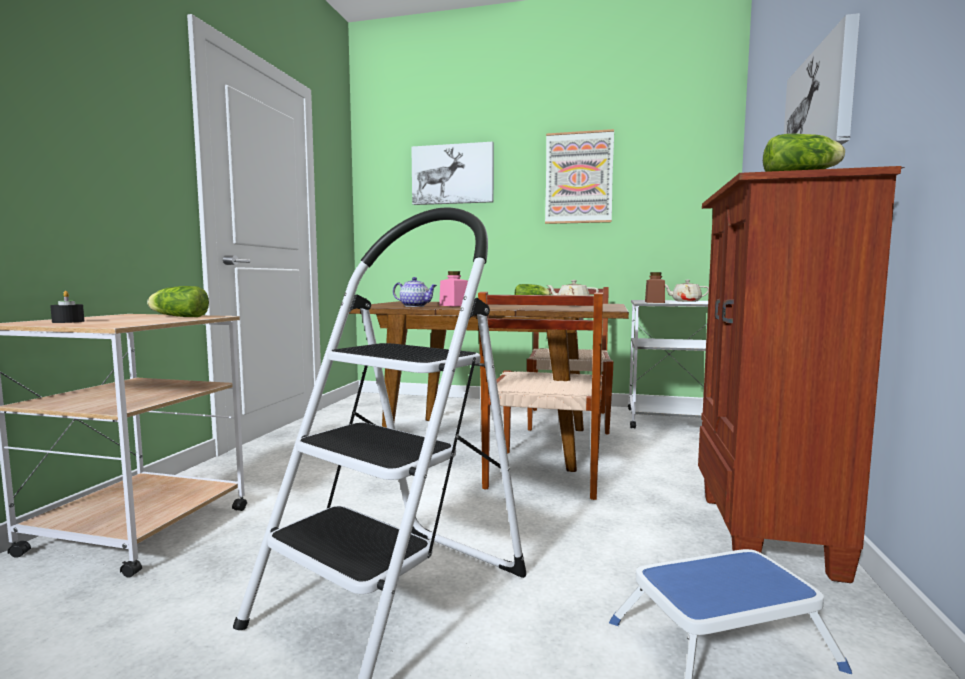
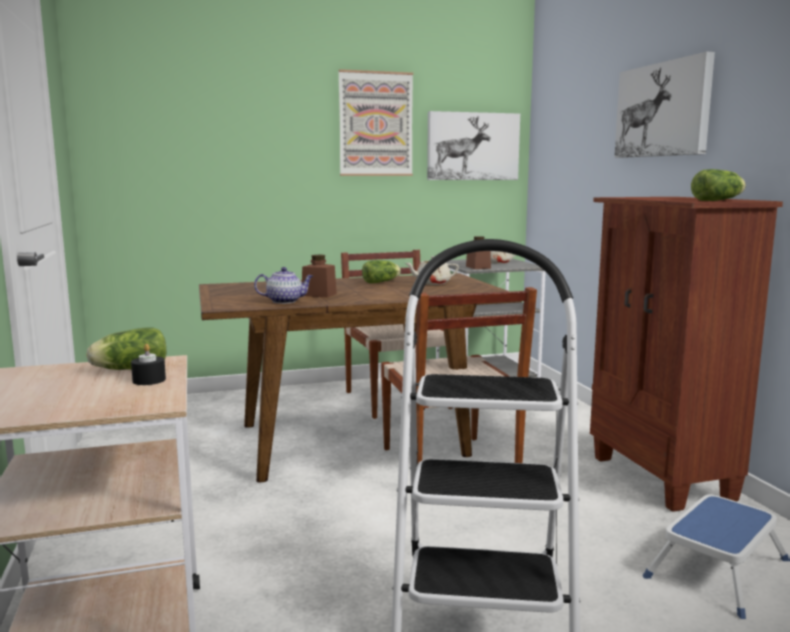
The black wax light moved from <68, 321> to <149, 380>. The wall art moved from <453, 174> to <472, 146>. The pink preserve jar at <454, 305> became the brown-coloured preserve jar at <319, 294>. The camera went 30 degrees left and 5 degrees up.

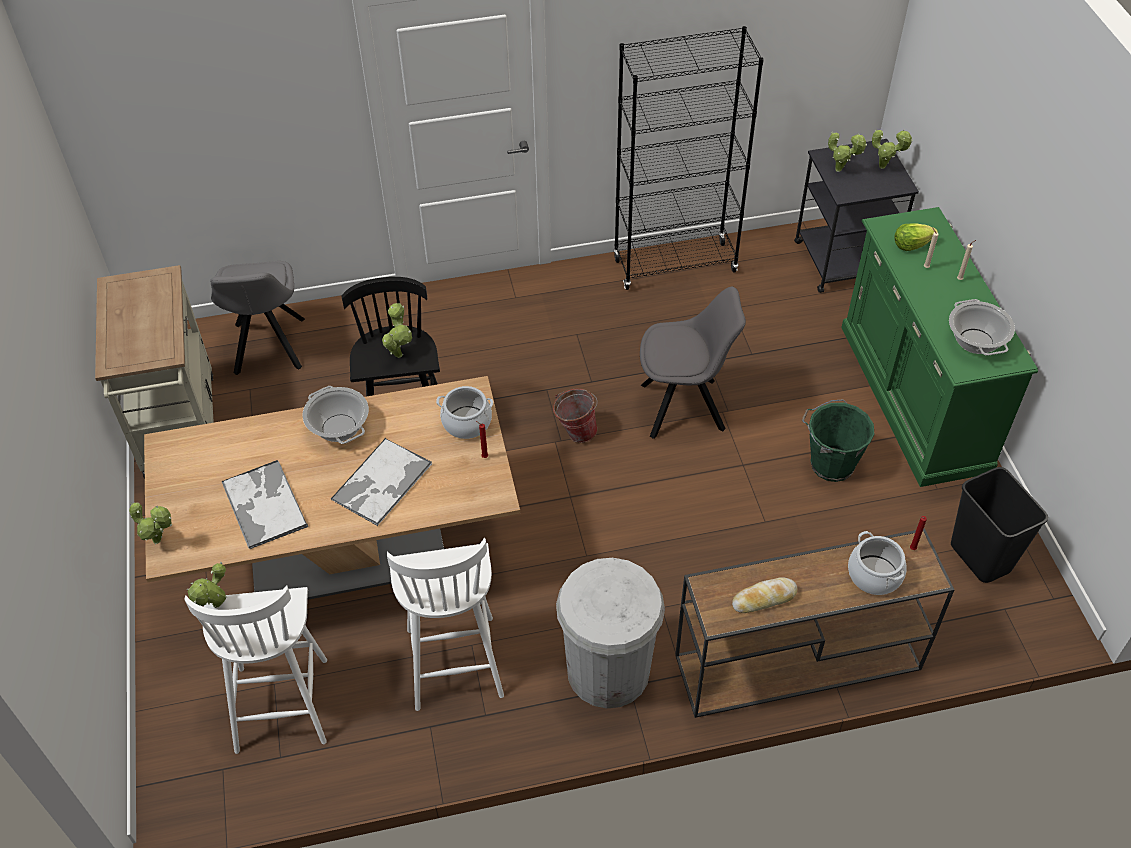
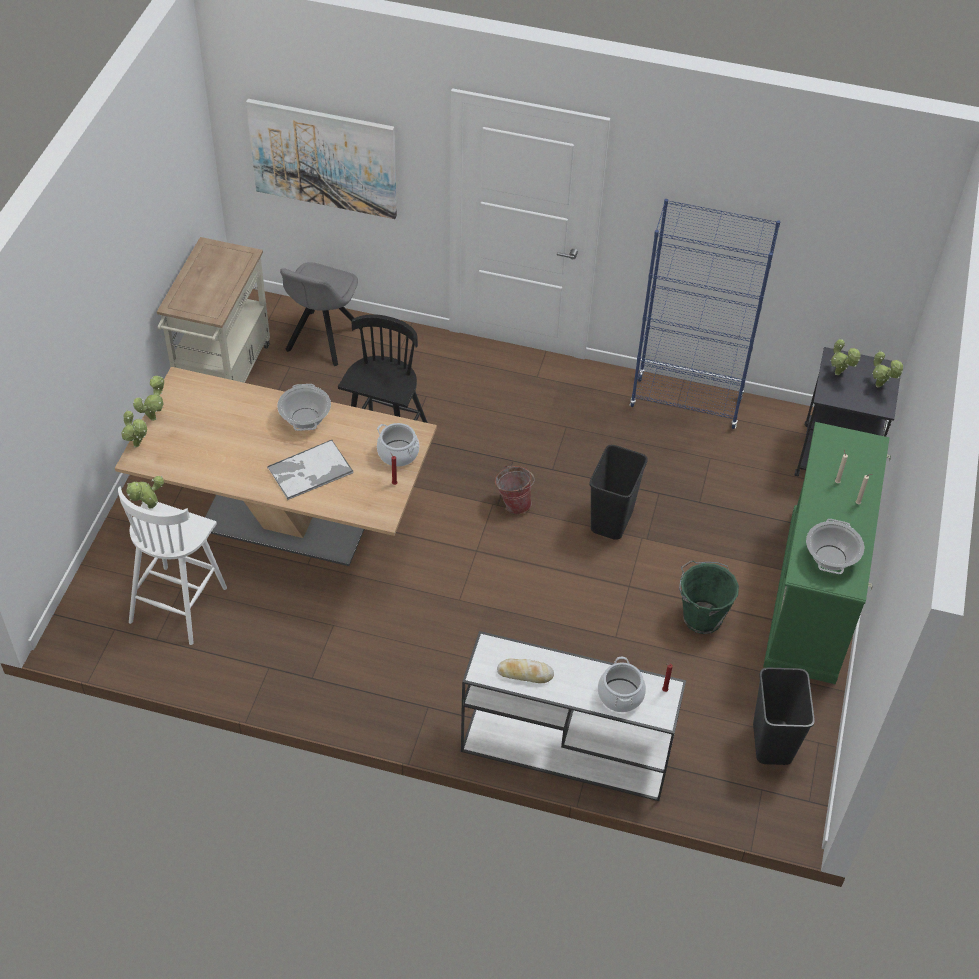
The serving tray at <264, 504> disappeared. The houseplant moved from <399, 353> to <154, 416>. The whitish sitting stool at <454, 658> disappeared. The whitish rubbish bin at <608, 670> disappeared. The black bookshelf at <675, 266> became the bluish bookshelf at <686, 403>. The greyish plain chair at <683, 408> was replaced by the black rubbish bin at <612, 521>. The brown-coloured hall table at <795, 663> became the whitish hall table at <563, 750>. The head of lettuce at <911, 245> disappeared. The wall art at <323, 158> appeared. The camera went 25 degrees right and 0 degrees up.

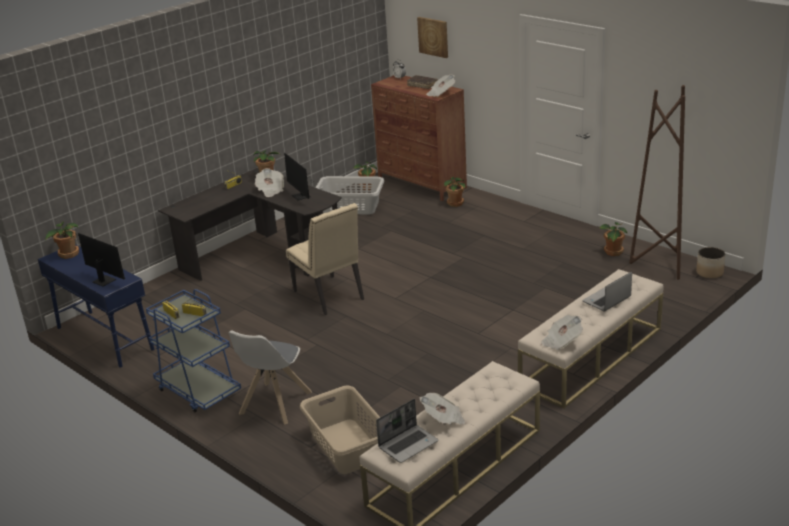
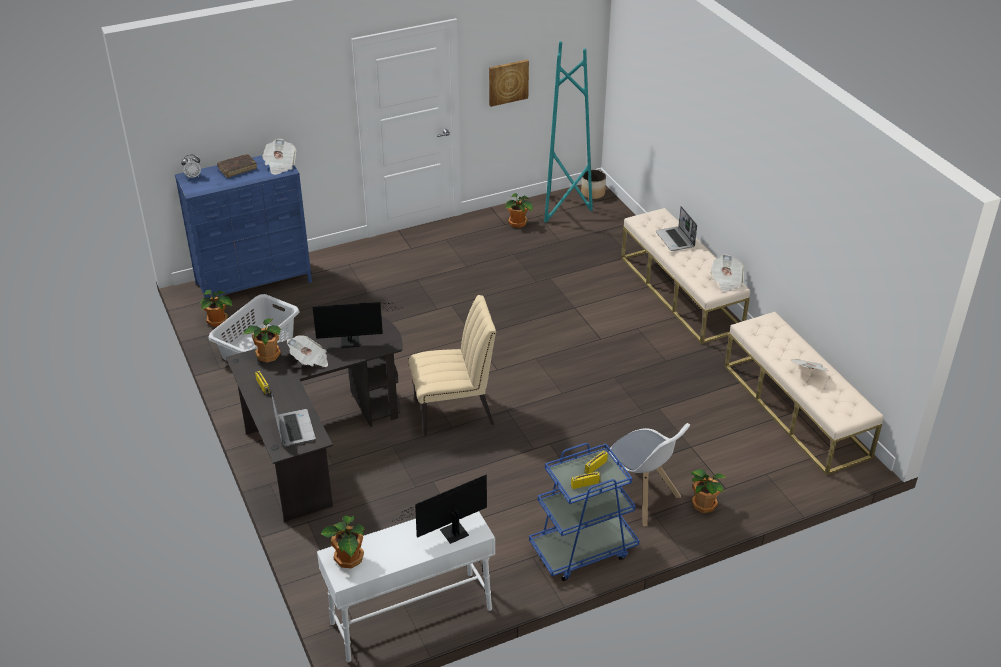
The bluish hall table at <105, 338> became the whitish hall table at <411, 615>. The sand-coloured hamper at <347, 446> disappeared. The brown-coloured drawer chest at <422, 184> became the bluish drawer chest at <254, 282>. The notebook computer moved from <408, 444> to <294, 428>. The wall art moved from <433, 37> to <508, 82>. The houseplant moved from <456, 203> to <704, 504>. The brown-coloured clothes rack at <662, 265> became the turquoise-coloured clothes rack at <562, 209>. The camera went 70 degrees left and 10 degrees up.

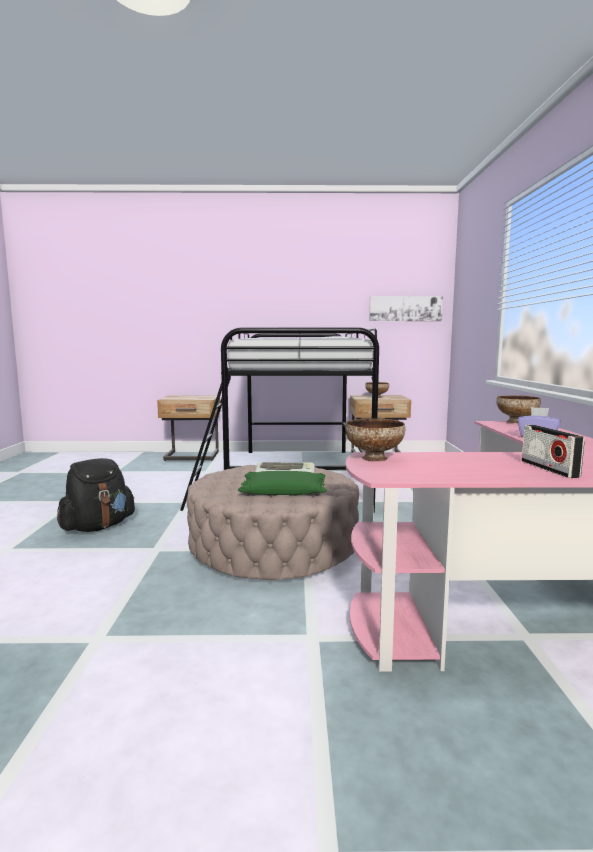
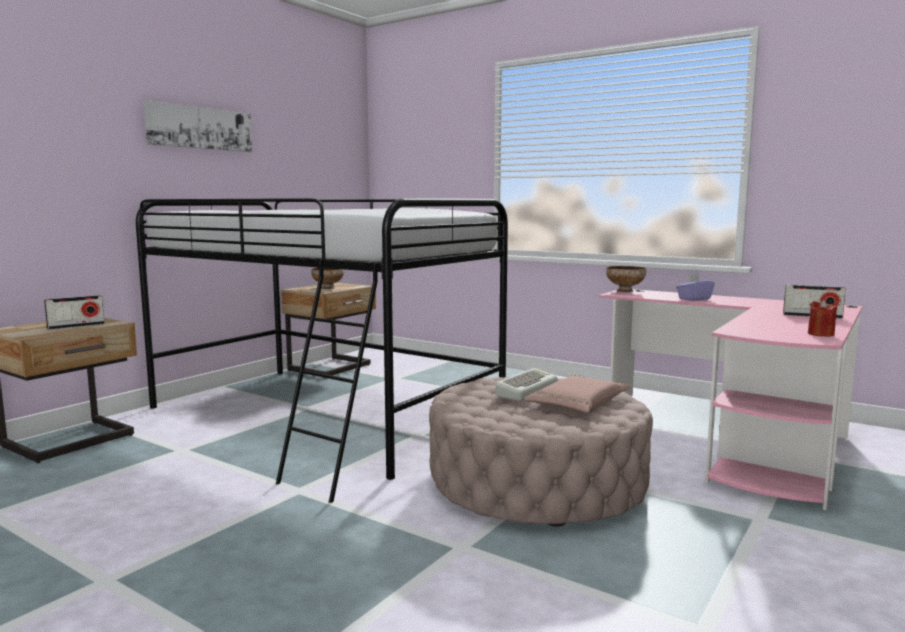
The black rucksack at <98, 527> disappeared. The greenish pillow at <283, 489> became the sand-coloured pillow at <578, 401>. The serving bowl at <374, 458> disappeared. The wall art moved from <405, 308> to <200, 128>. The radio at <76, 326> appeared. The red-coloured wax light at <820, 334> appeared. The camera went 55 degrees left and 0 degrees up.

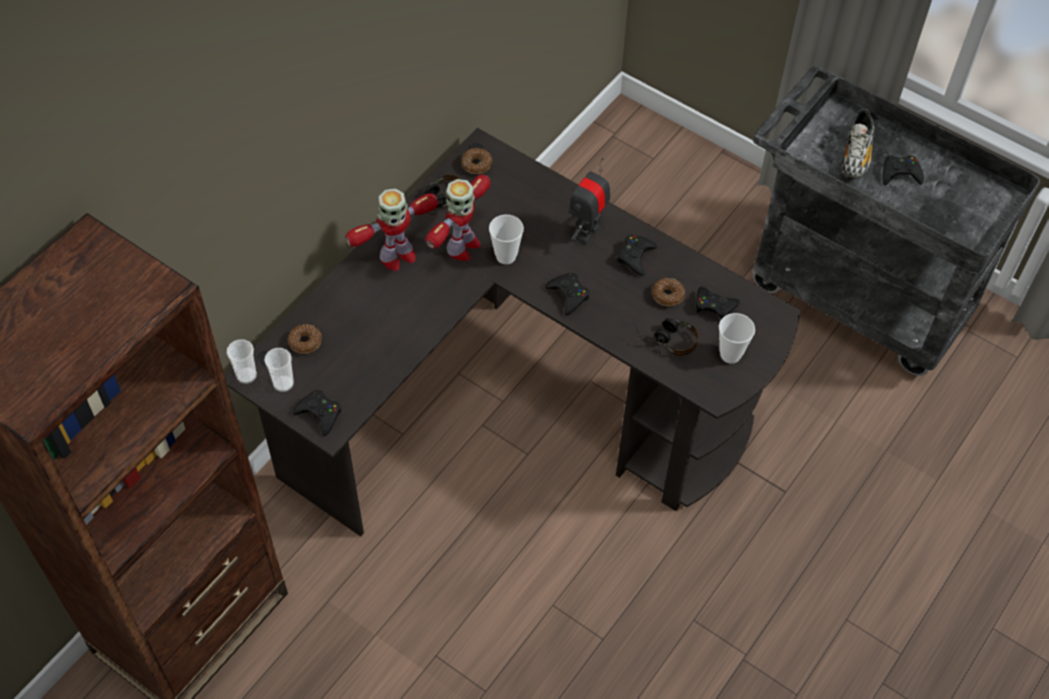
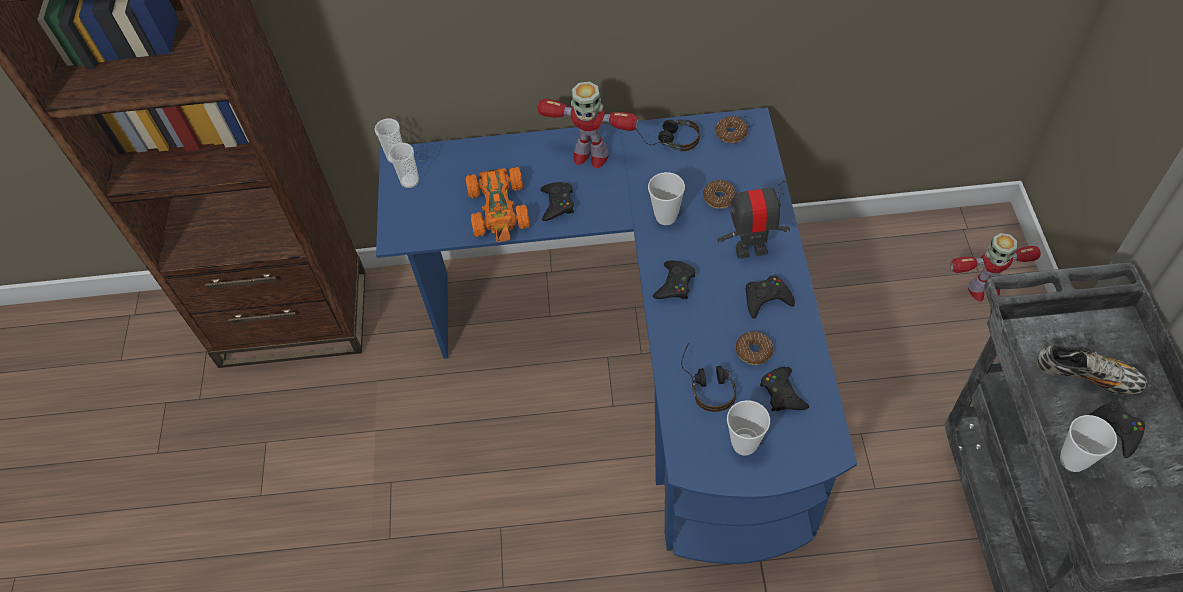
The black desk table at <512, 402> became the bluish desk table at <646, 360>. The donut moved from <305, 342> to <719, 198>. The black joypad moved from <319, 414> to <557, 204>. The robot figure moved from <462, 247> to <983, 289>. The shoe at <856, 154> turned 135 degrees counterclockwise. The orange-coloured toy car at <499, 210> appeared. The small cup at <1073, 460> appeared. The camera went 55 degrees right and 0 degrees up.

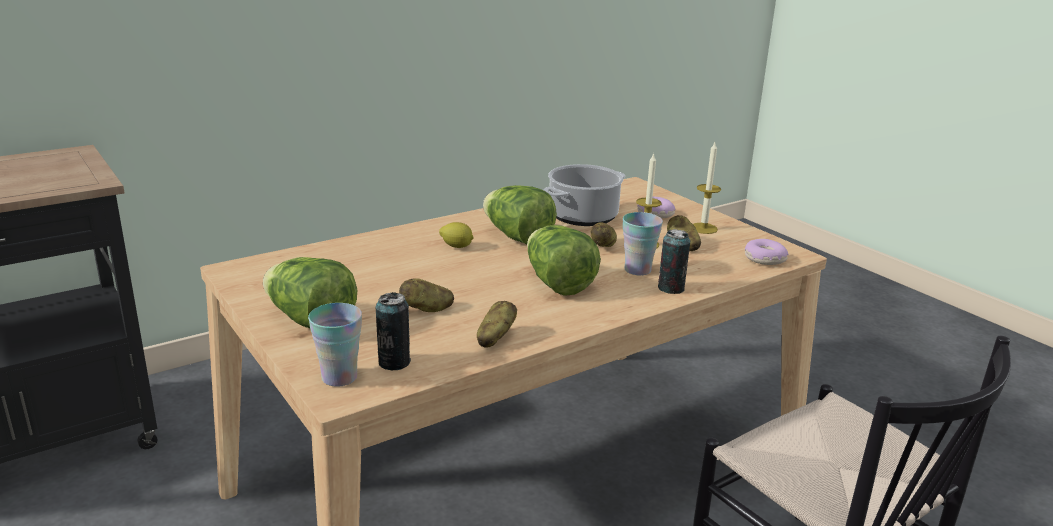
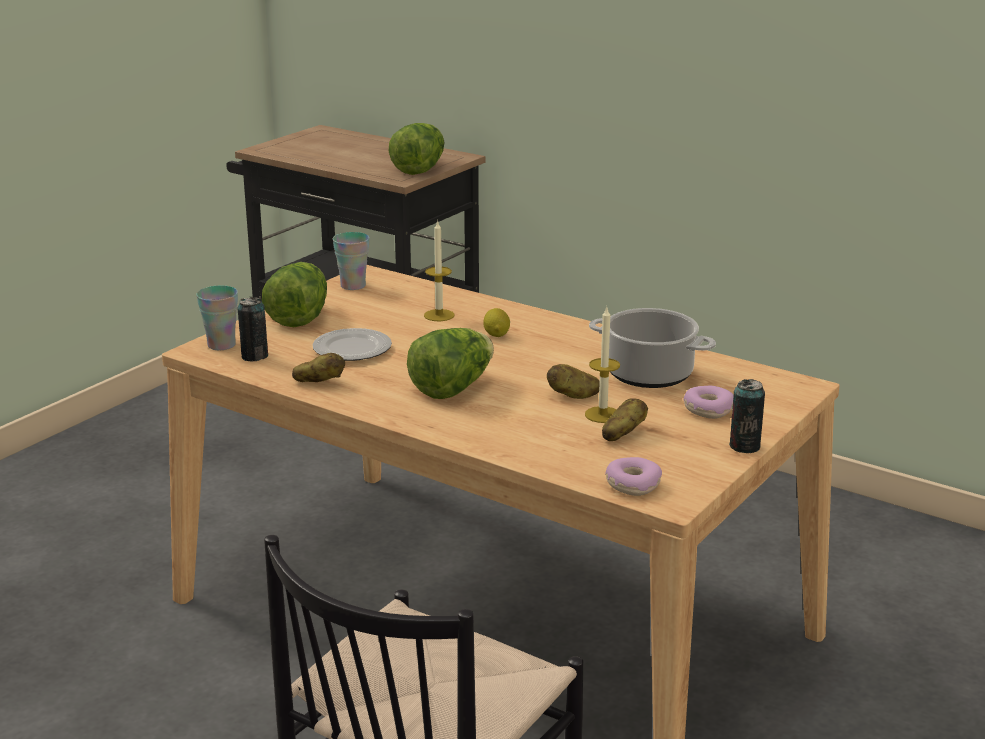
The potato at <426, 309> was replaced by the plate at <352, 349>. The head of lettuce moved from <517, 237> to <420, 169>. The small cup moved from <637, 270> to <353, 286>. The can moved from <671, 288> to <744, 446>. The wax light moved from <703, 228> to <439, 315>. The camera went 70 degrees right and 0 degrees up.

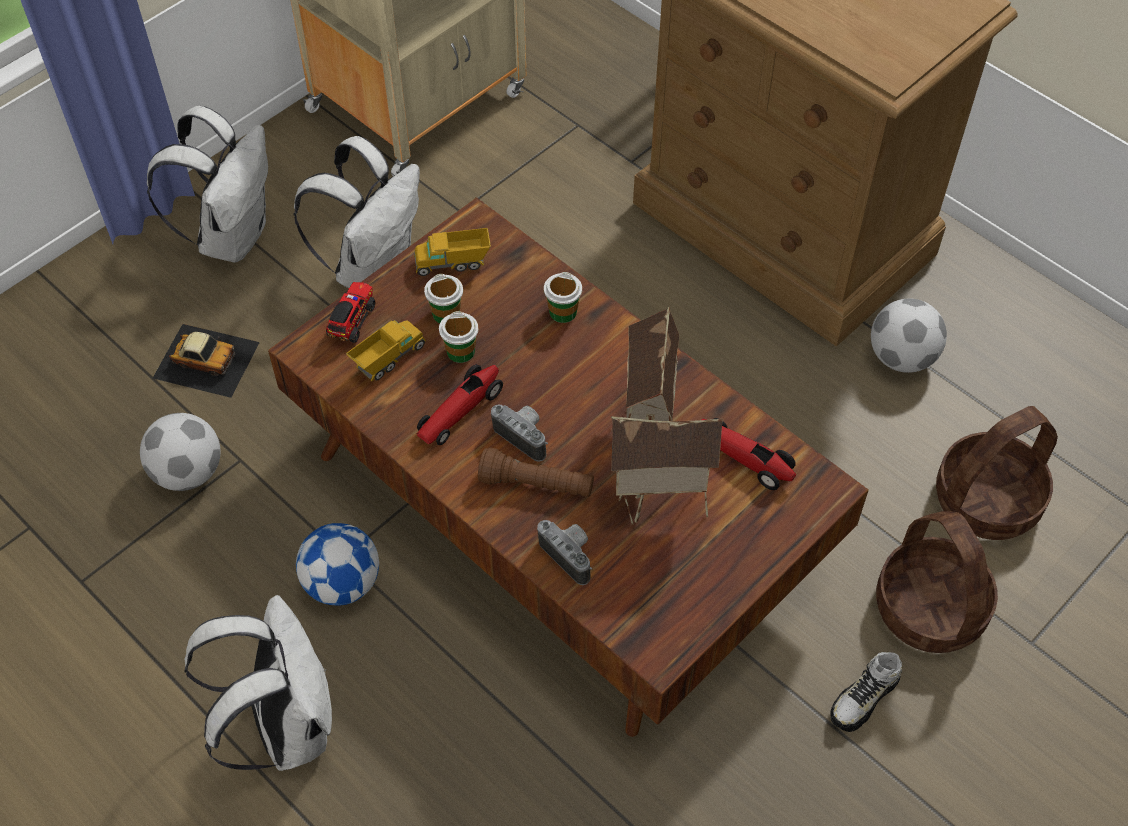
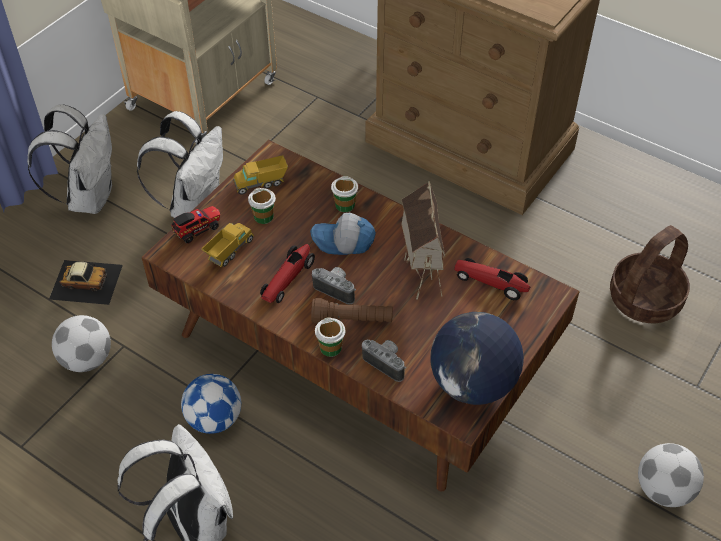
The model truck at <352, 320> turned 45 degrees clockwise. The small cup moved from <460, 351> to <330, 348>. The miniature house at <660, 506> disappeared. The shoe at <864, 699> disappeared. The ball for football moved from <901, 358> to <663, 490>. The basket at <930, 608> disappeared. The peaked cap at <343, 242> appeared. The world globe at <472, 384> appeared. The camera went 10 degrees left and 5 degrees down.

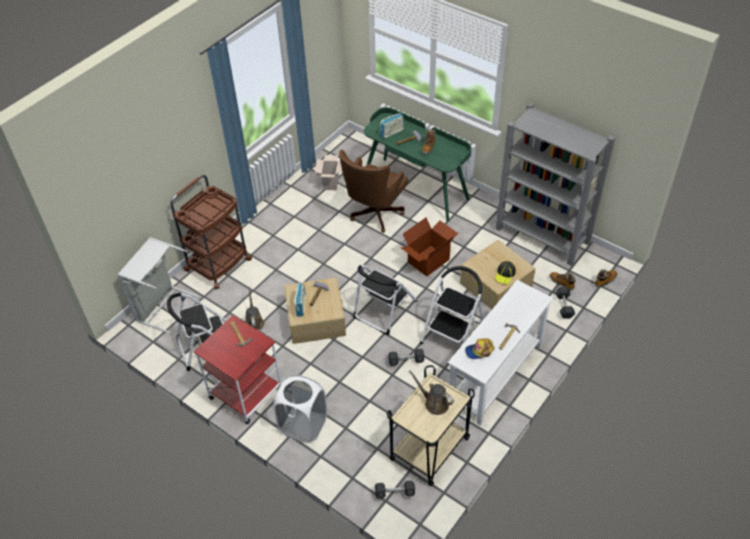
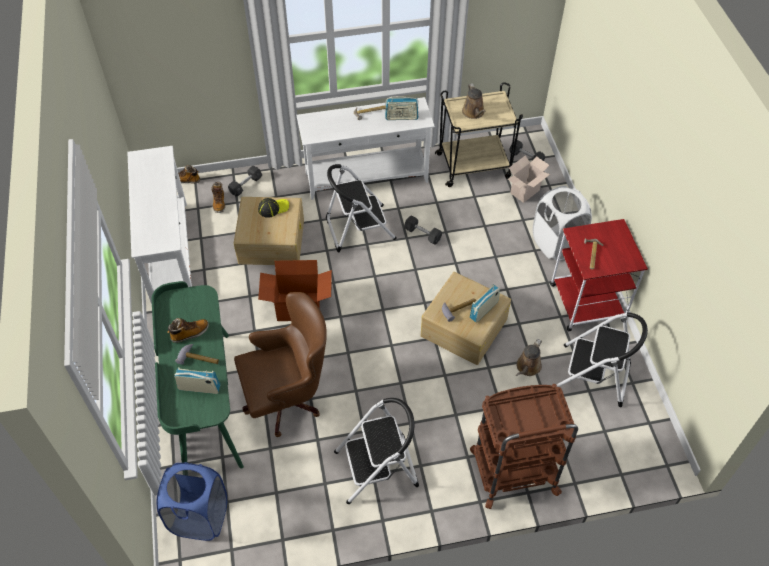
The greyish hamper at <162, 307> disappeared. The cardboard box moved from <330, 182> to <525, 192>. The step stool moved from <383, 310> to <379, 468>. The peaked cap at <479, 351> was replaced by the radio at <401, 117>. The greyish bookshelf at <542, 235> was replaced by the whitish hall table at <169, 253>. The bluish hamper at <199, 517> appeared. The camera went 140 degrees left and 5 degrees up.

